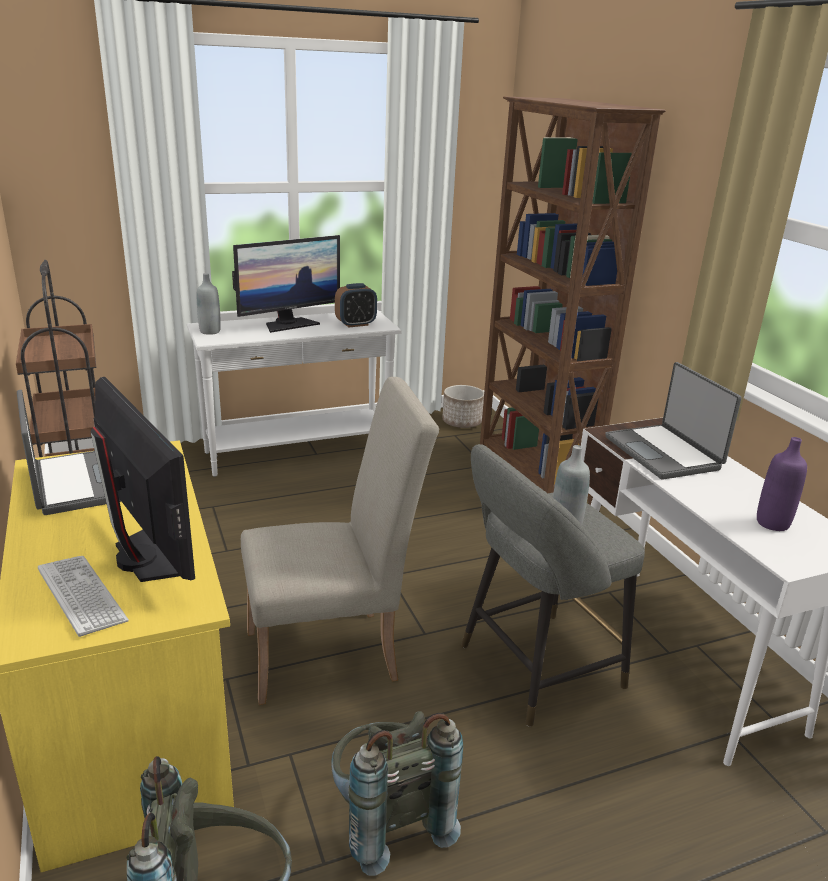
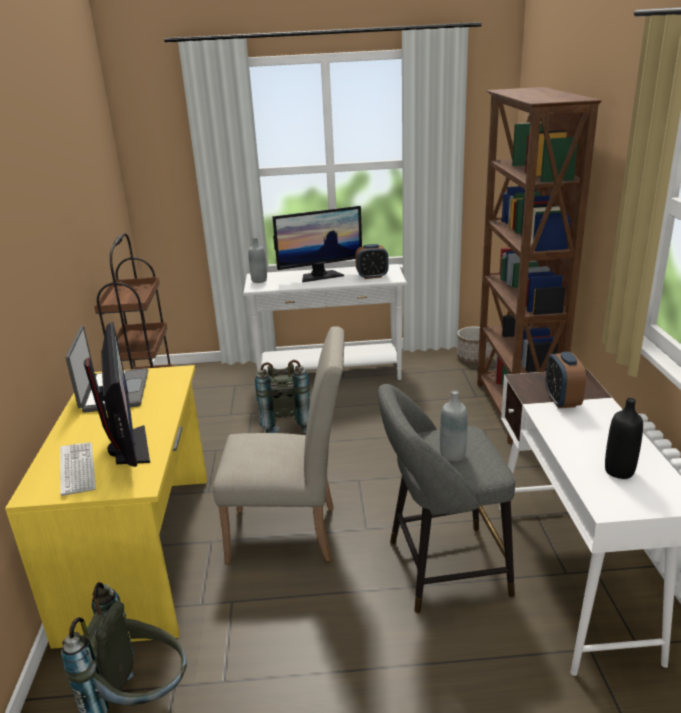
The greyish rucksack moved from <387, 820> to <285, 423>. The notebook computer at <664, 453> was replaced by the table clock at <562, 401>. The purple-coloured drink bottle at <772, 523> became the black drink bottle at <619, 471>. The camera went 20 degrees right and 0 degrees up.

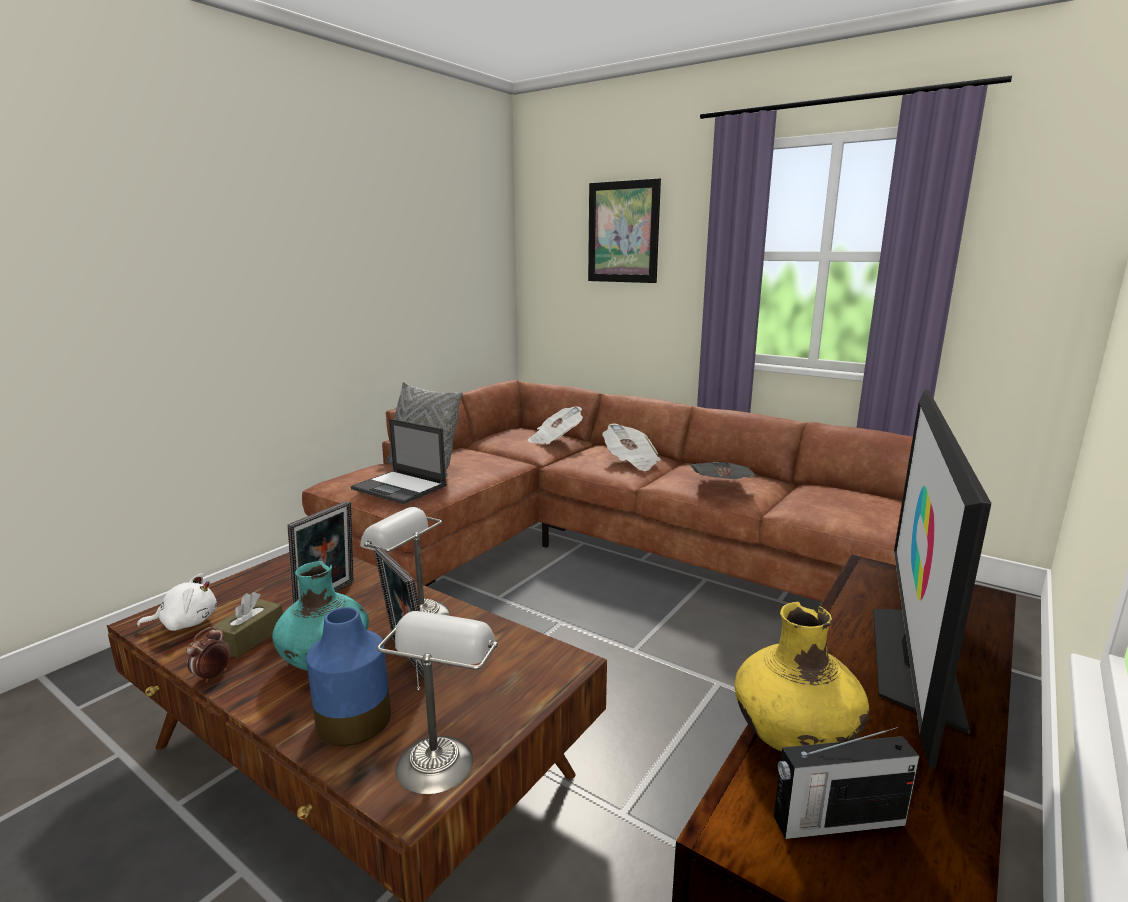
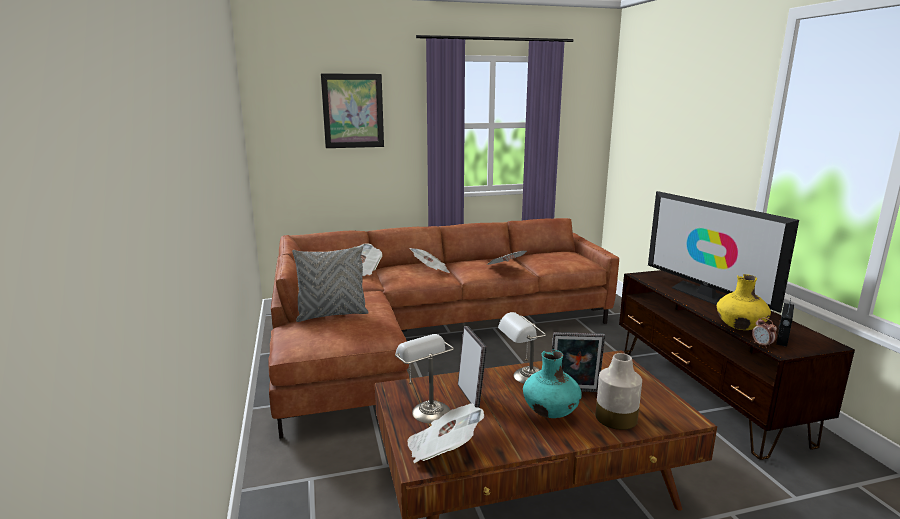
The whitish cuddly toy at <186, 623> was replaced by the printed paper at <443, 449>. The table clock moved from <212, 676> to <762, 345>. The brown-coloured box of tissues at <250, 638> disappeared. The bluish vase at <353, 719> became the sand-coloured vase at <615, 417>. The notebook computer at <400, 487> disappeared. The whitish table lamp moved from <440, 751> to <426, 408>. The camera went 50 degrees left and 0 degrees up.

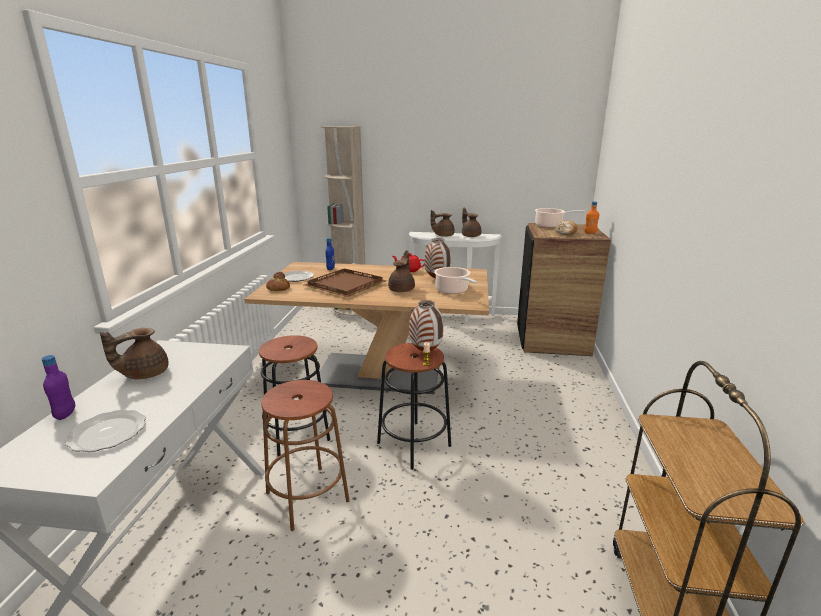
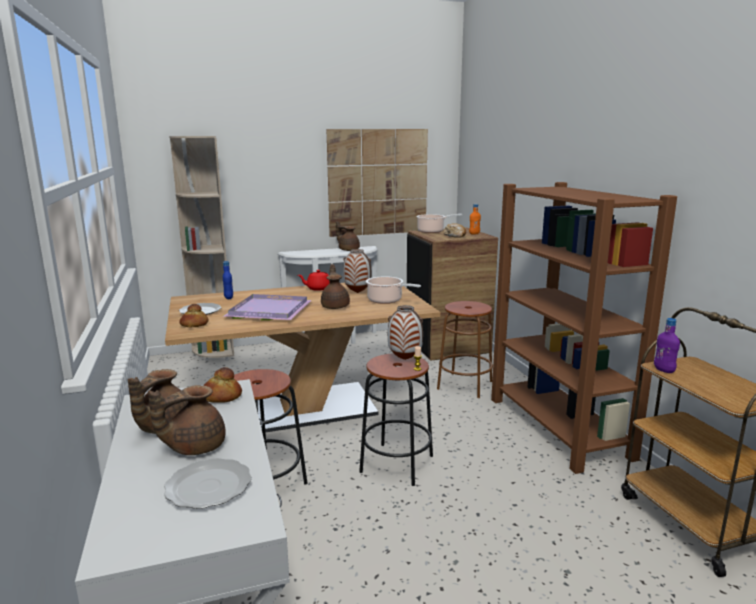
The purple-coloured drink bottle moved from <65, 414> to <664, 370>. The brown-coloured sitting stool moved from <307, 497> to <465, 385>. The brown-coloured serving tray at <347, 285> became the purple-coloured serving tray at <271, 310>. The brown-coloured tea pot moved from <443, 235> to <194, 447>. The baked bread at <221, 397> appeared. The wall art at <378, 182> appeared. The brown-coloured bookshelf at <558, 427> appeared. The camera went 25 degrees left and 5 degrees down.

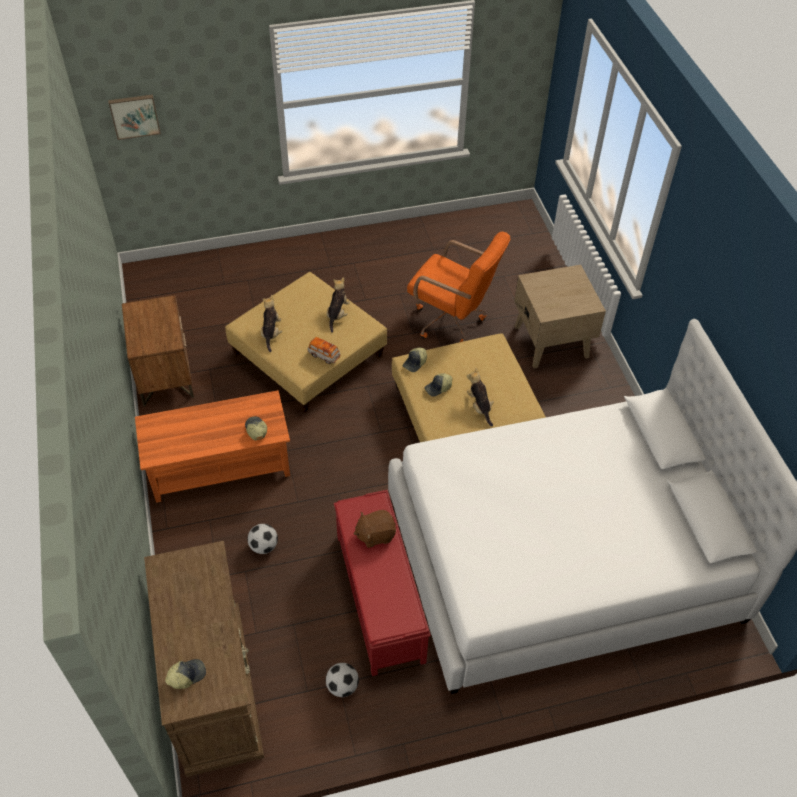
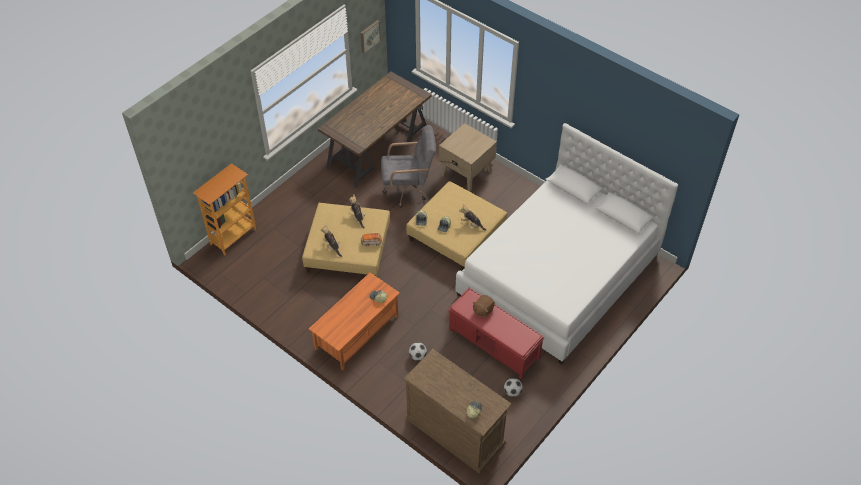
The wall art moved from <134, 116> to <369, 36>. The brown-coloured night table at <164, 375> disappeared. The orange-coloured computer chair at <452, 323> became the greyish computer chair at <408, 191>. The bookshelf at <233, 236> appeared. The brown-coloured desk table at <377, 147> appeared. The camera went 35 degrees left and 0 degrees up.

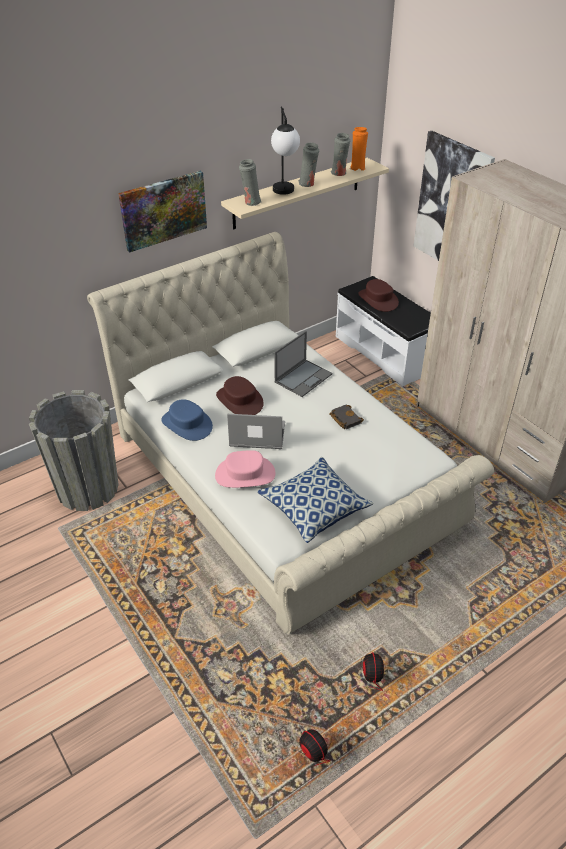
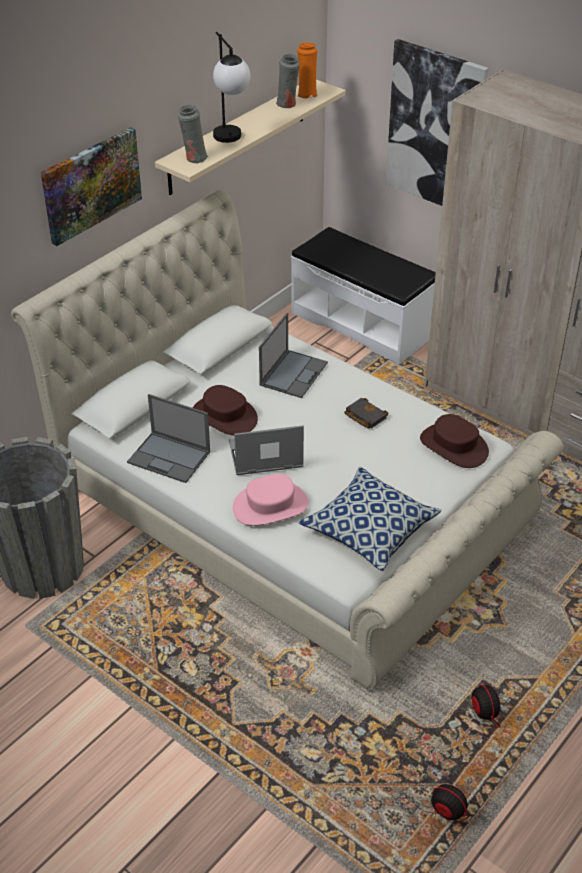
The bluish clothing hat at <187, 424> was replaced by the notebook computer at <170, 457>. The greyish vase at <308, 184> disappeared. The brown-coloured clothing hat moved from <378, 300> to <454, 446>. The camera went 15 degrees left and 0 degrees up.

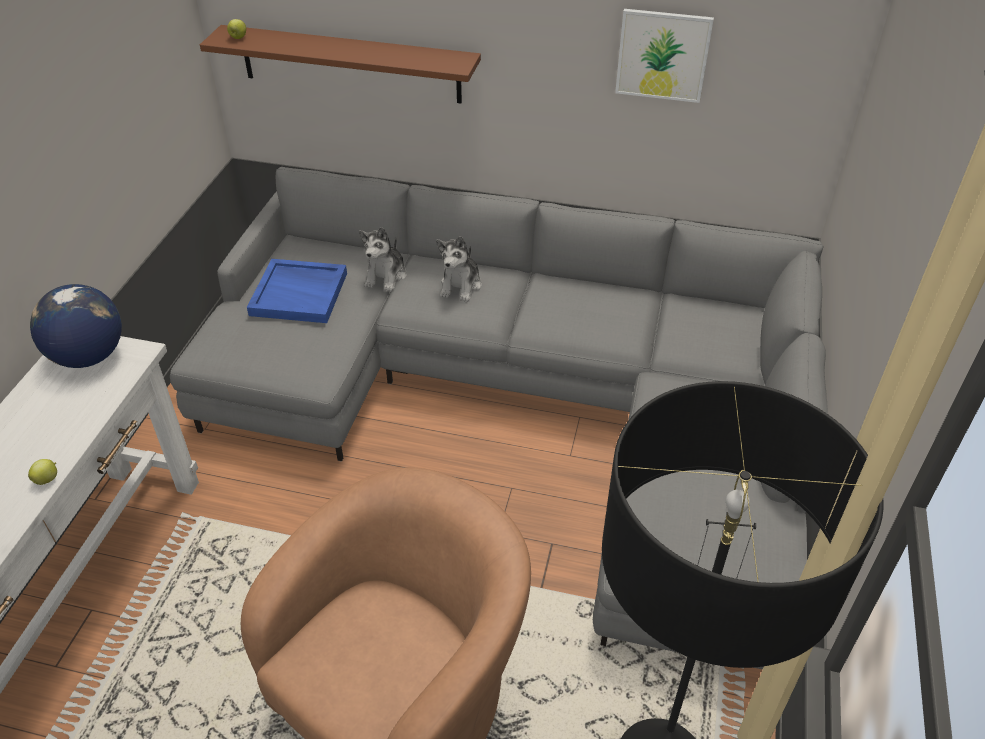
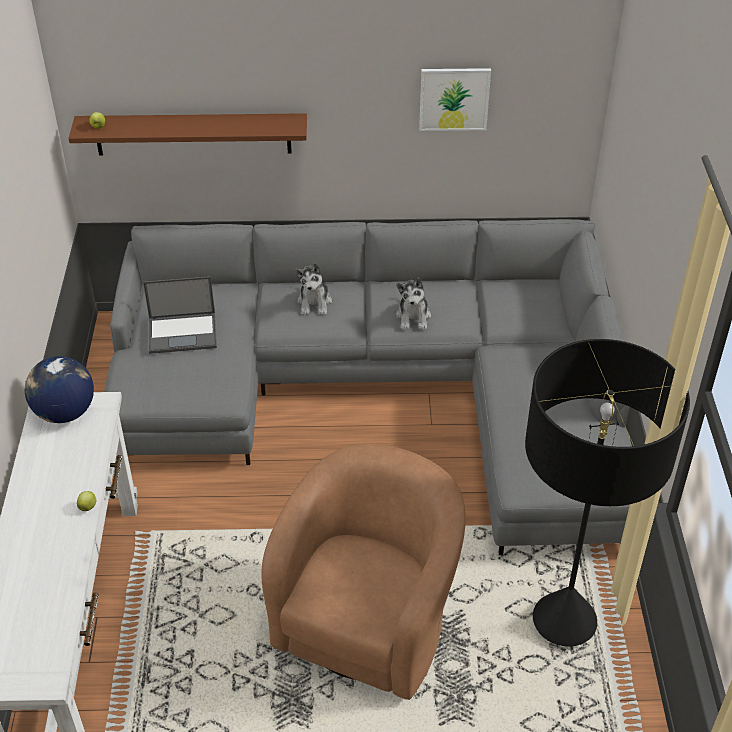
The bluish serving tray at <300, 293> was replaced by the notebook computer at <183, 332>. The cuddly toy moved from <386, 276> to <413, 317>. The camera went 15 degrees left and 0 degrees up.

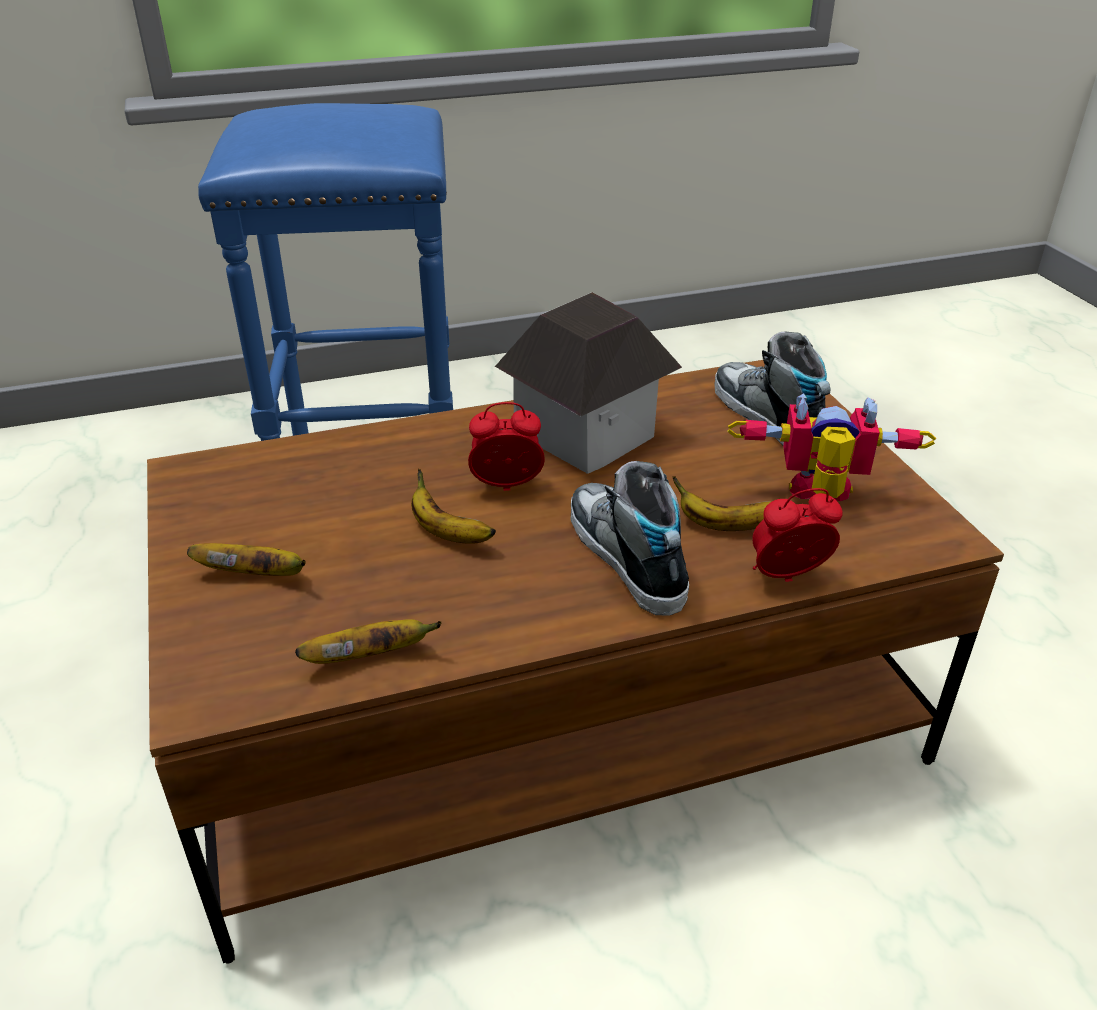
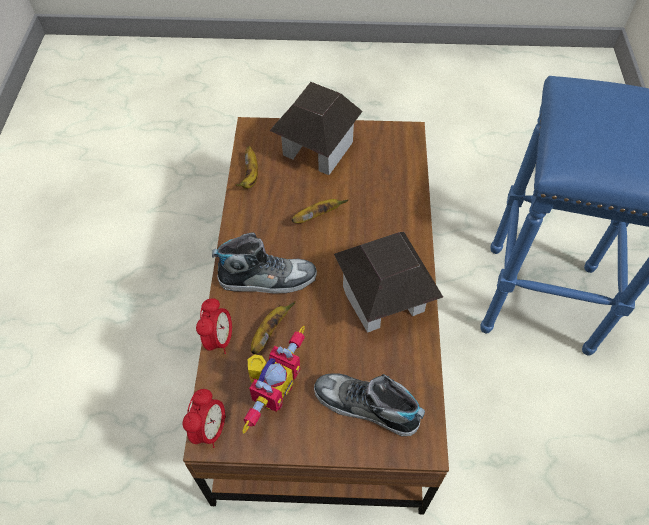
The banana fruit at <256, 575> was replaced by the miniature house at <317, 149>. The table clock moved from <506, 487> to <210, 429>. The shoe at <767, 417> turned 150 degrees counterclockwise. The camera went 110 degrees right and 20 degrees up.

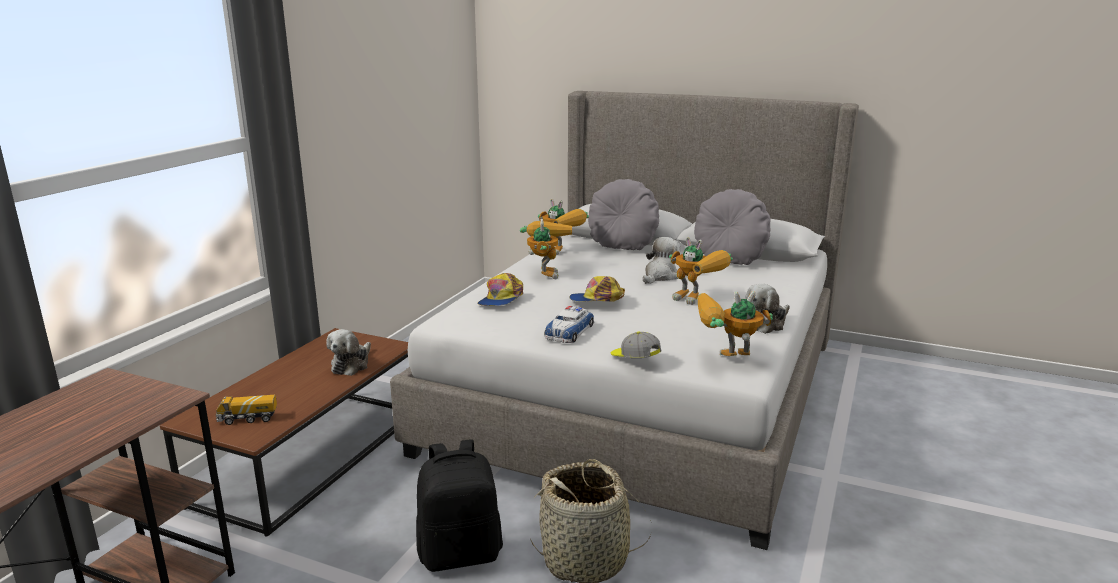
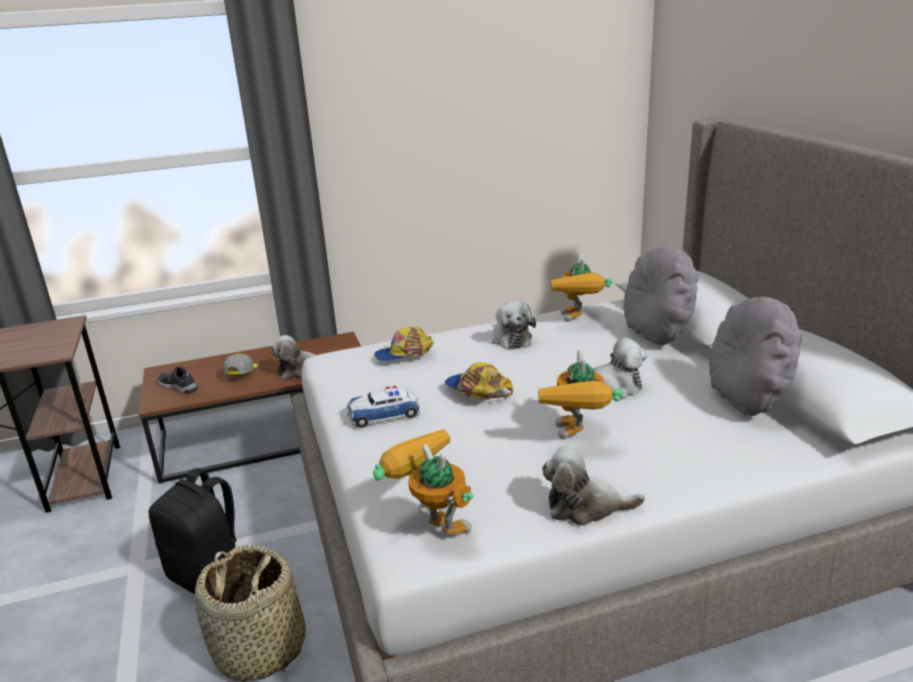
The model truck at <248, 419> was replaced by the shoe at <179, 386>. The robot figure at <545, 272> was replaced by the cuddly toy at <511, 338>. The peaked cap moved from <634, 358> to <242, 374>. The camera went 50 degrees right and 5 degrees up.

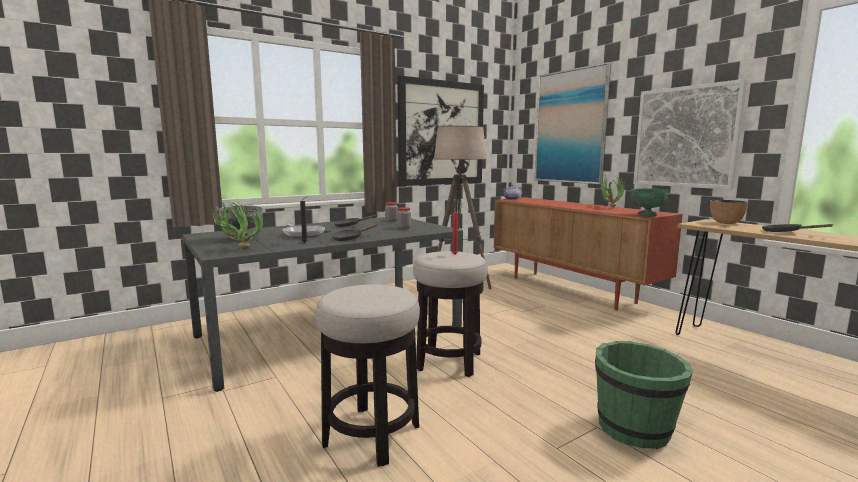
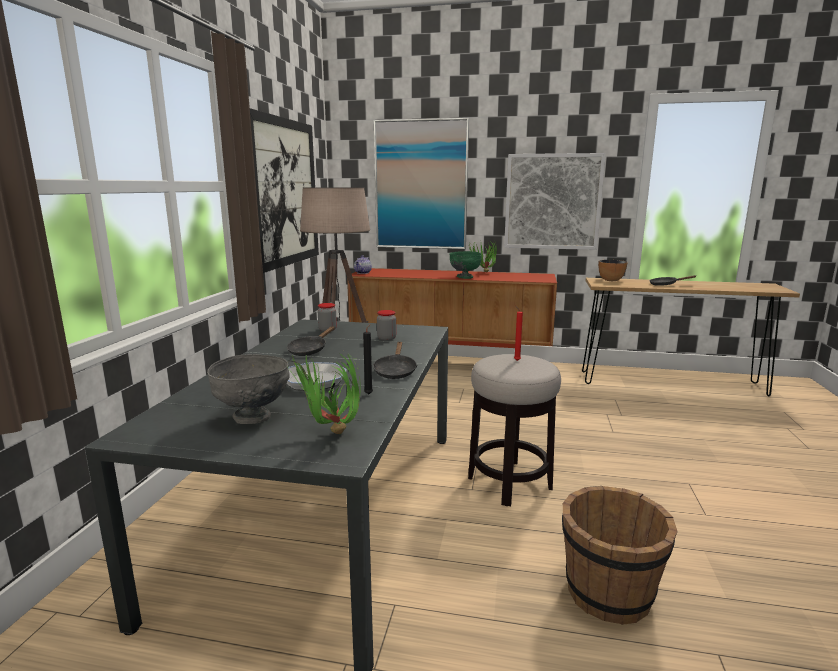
The sitting stool at <371, 435> was replaced by the brown-coloured pail at <608, 594>. The greenish pail at <635, 429> disappeared. The greenish serving bowl moved from <646, 215> to <464, 277>. The camera went 45 degrees left and 5 degrees up.

